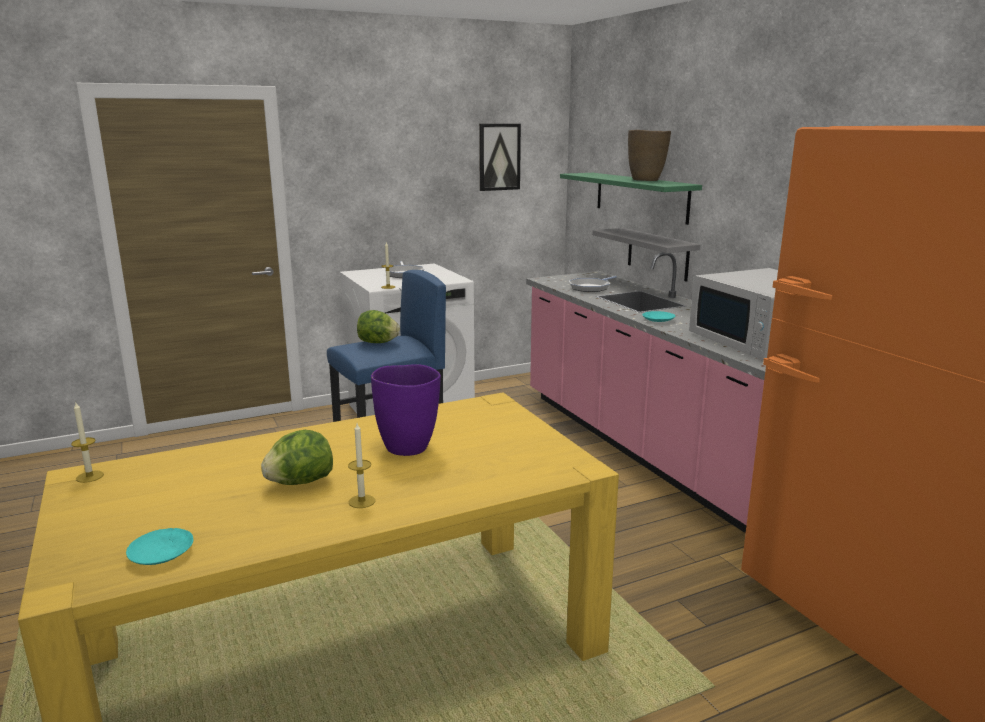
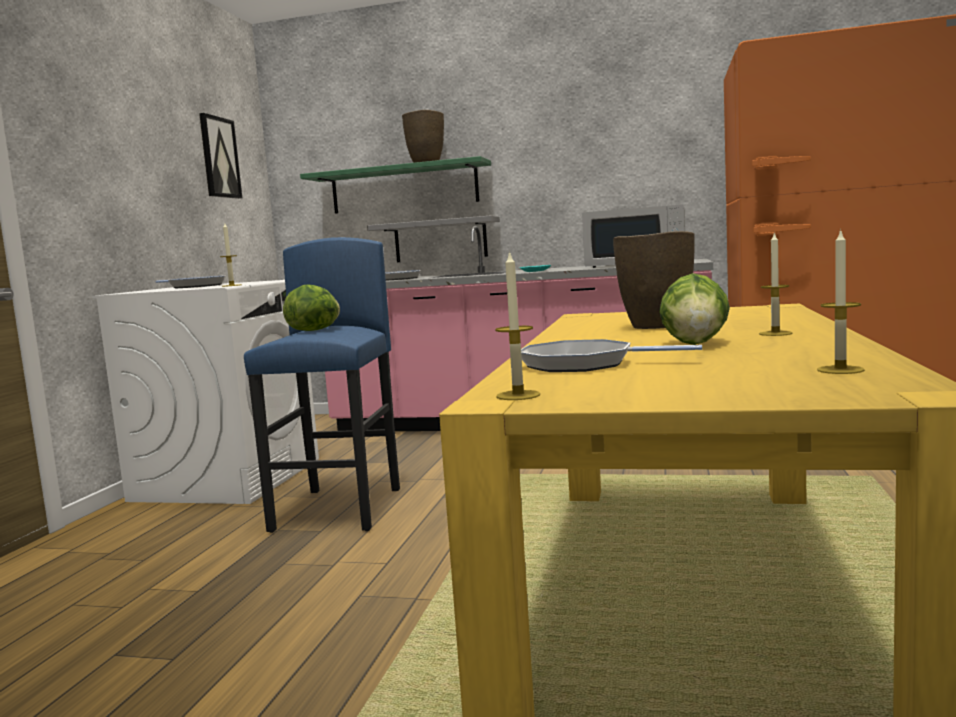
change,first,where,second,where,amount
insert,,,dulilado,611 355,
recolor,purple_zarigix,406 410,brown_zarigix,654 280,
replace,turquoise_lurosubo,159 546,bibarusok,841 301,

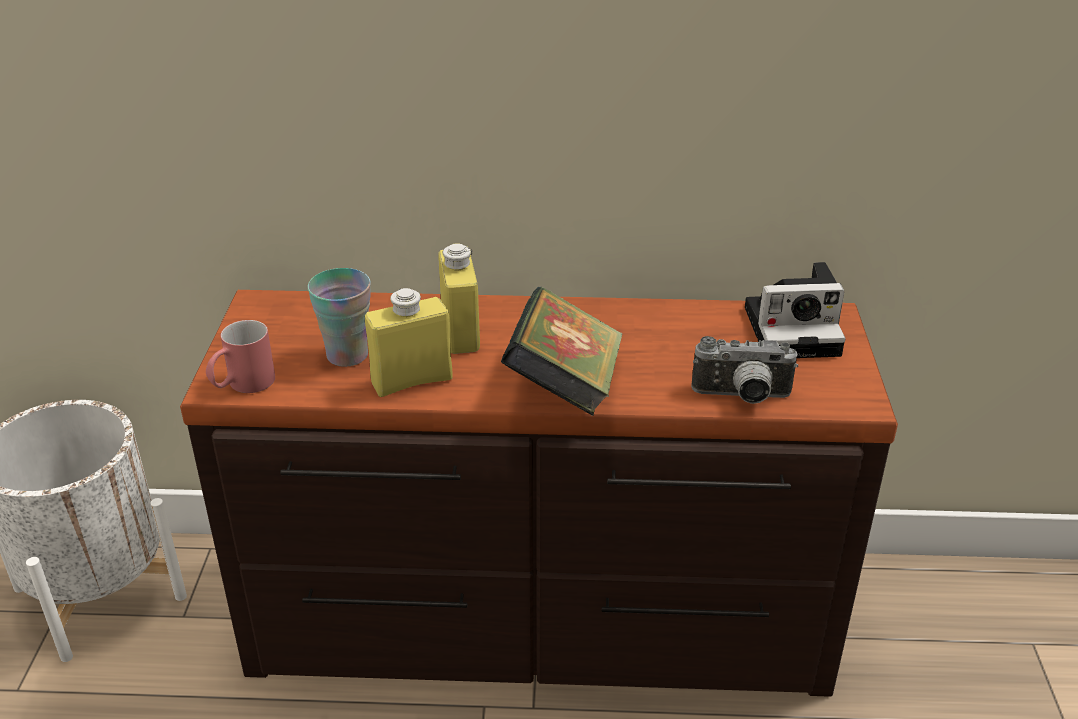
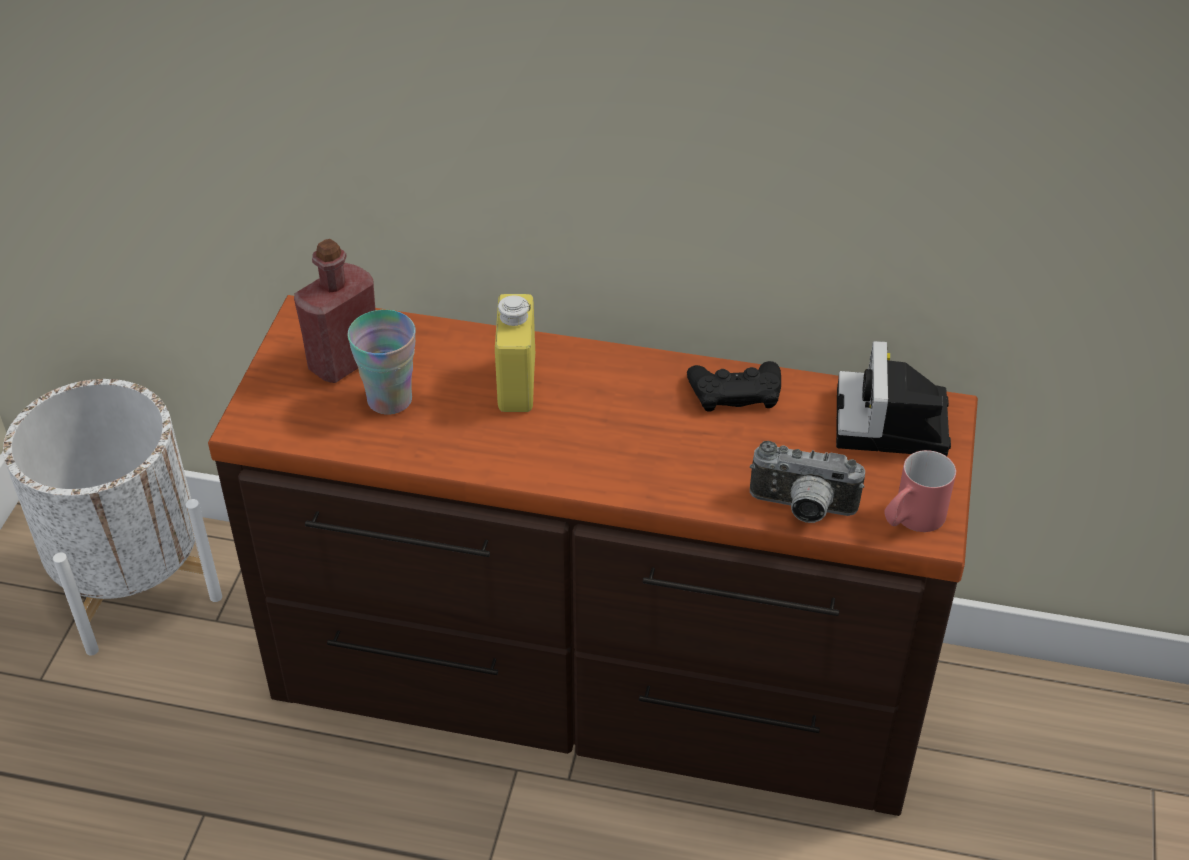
change,first,where,second,where,amount
insert,,,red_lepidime,334 311,
insert,,,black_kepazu,734 386,
rotate,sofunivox,795 310,,893 398,90 degrees clockwise
move,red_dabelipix,240 356,,920 491,
delete,yellow_lepidime,409 342,,,
delete,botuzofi,561 351,,,

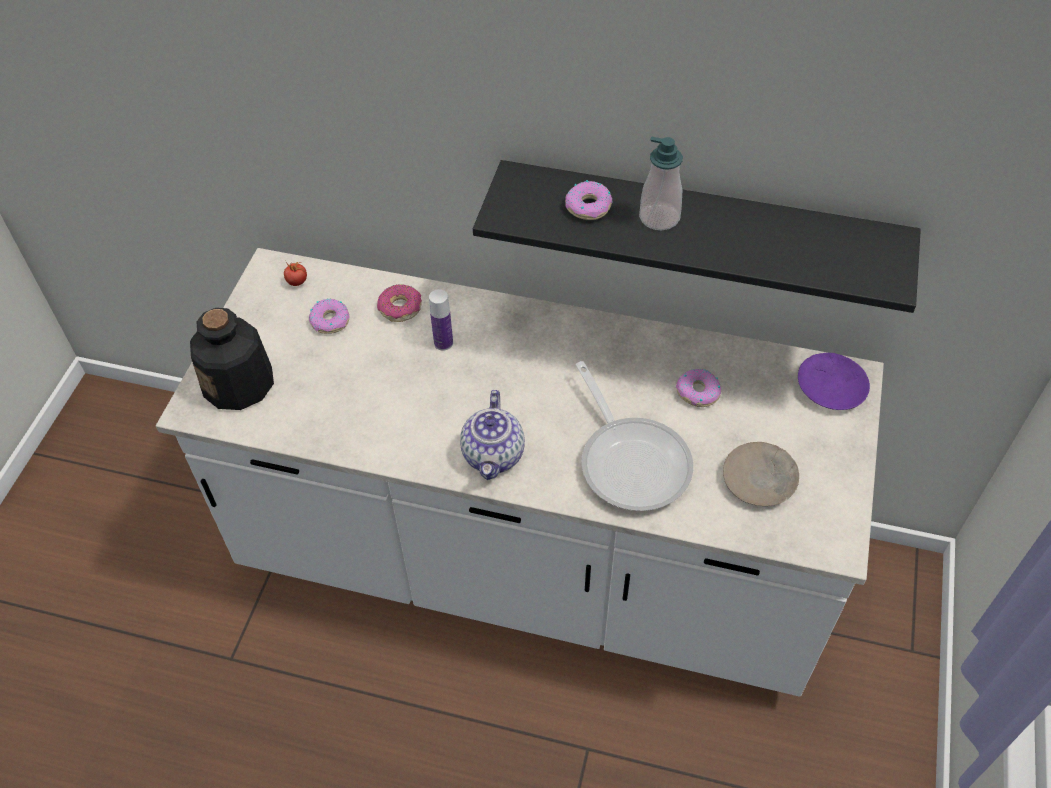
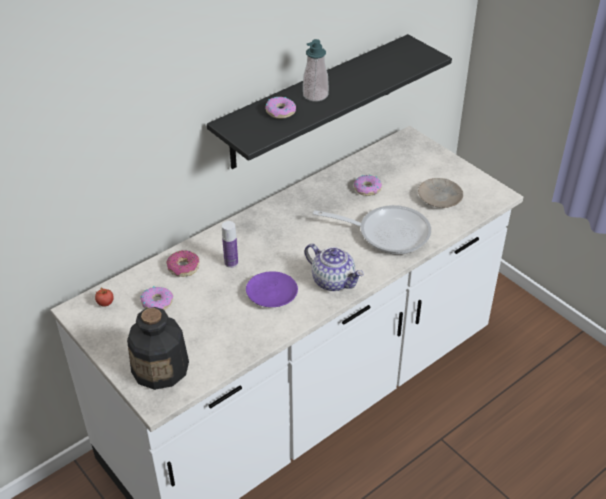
change,first,where,second,where,amount
move,purple_lurosubo,834 381,,272 289,

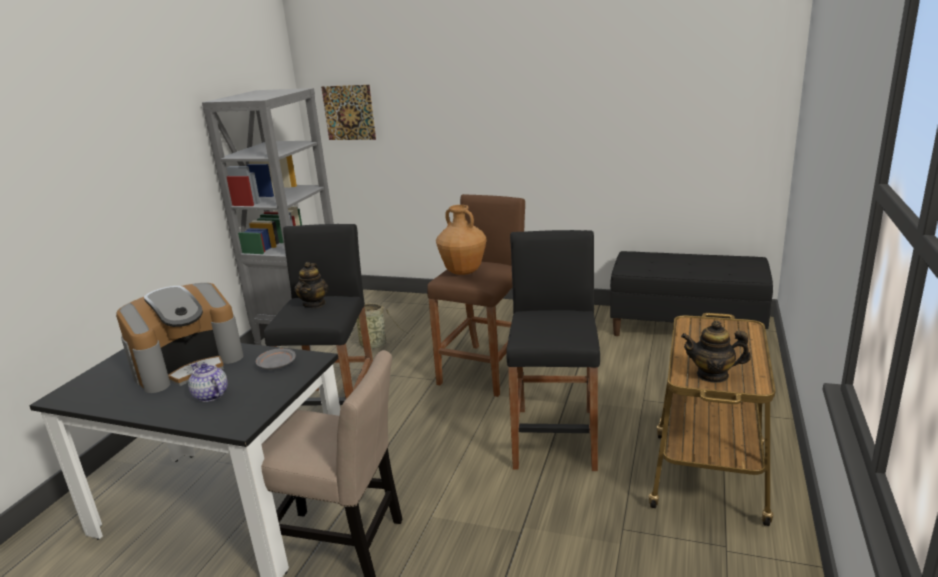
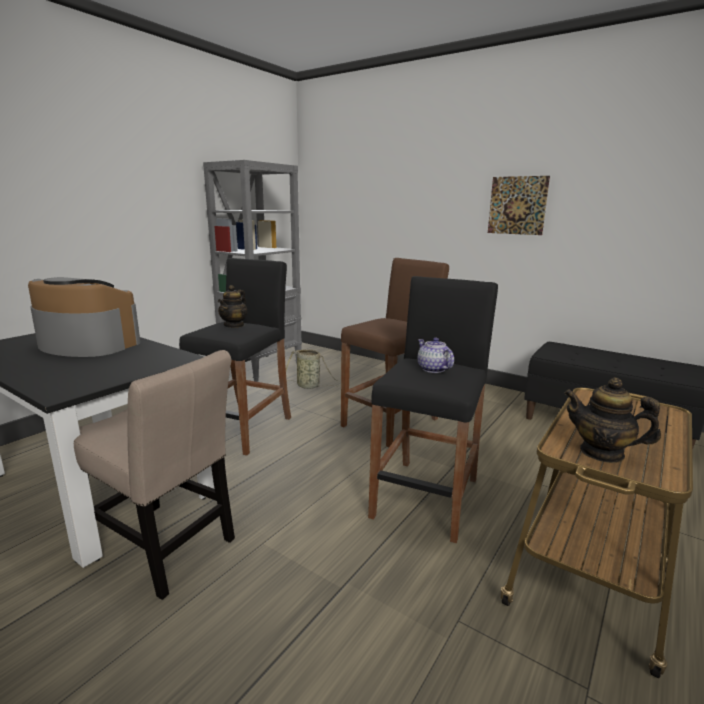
change,first,where,second,where,amount
rotate,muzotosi,180 338,,84 317,135 degrees counterclockwise
move,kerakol,208 382,,436 355,
move,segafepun,348 112,,519 205,
delete,grey_lurosubo,276 359,,,
delete,brown_zarigix,461 240,,,

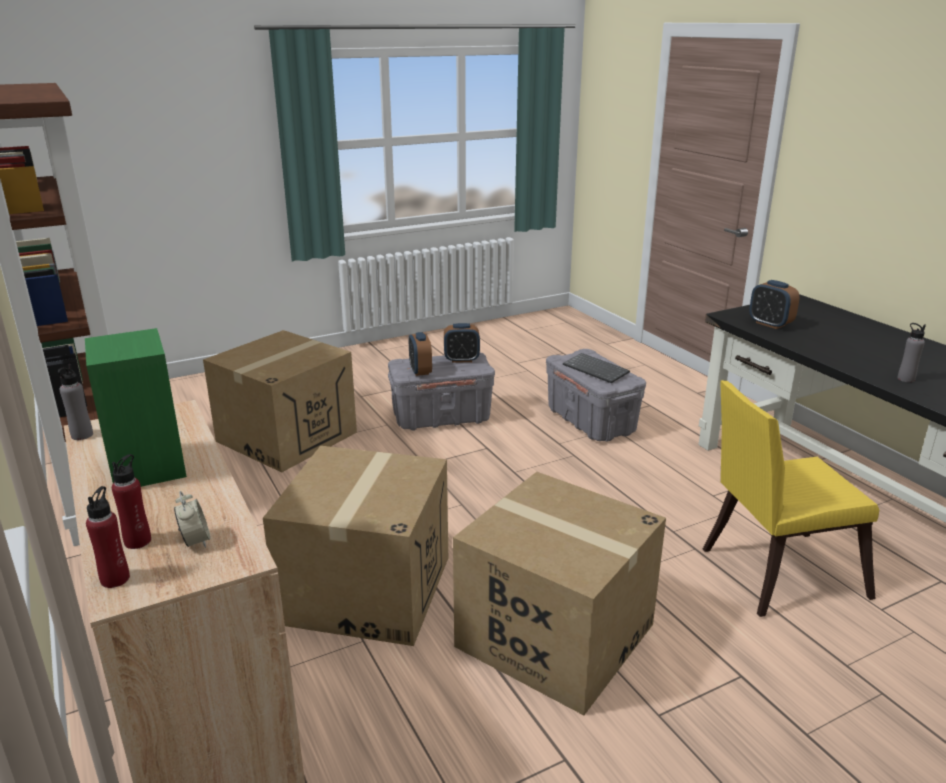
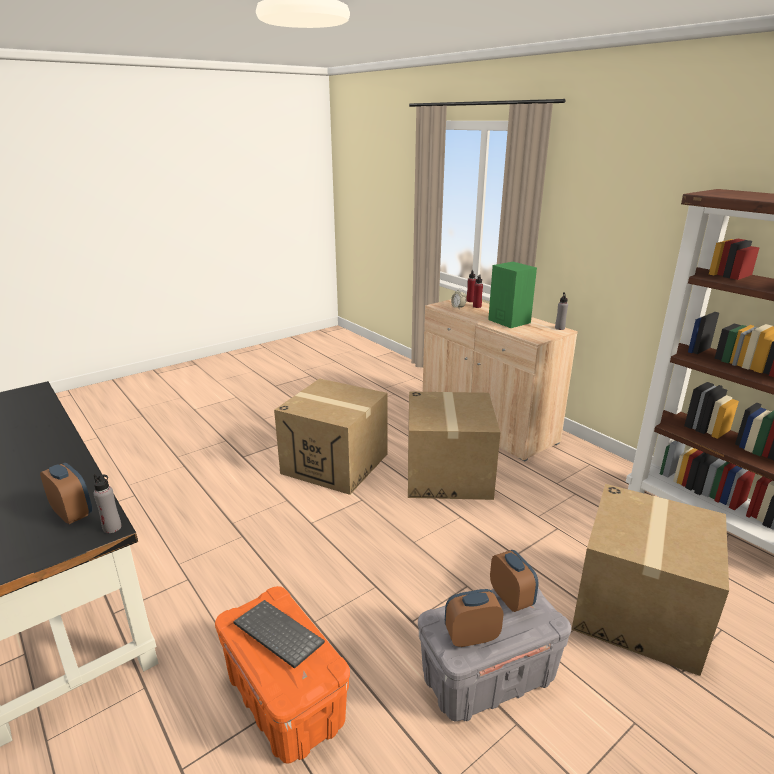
change,first,where,second,where,amount
move,grey_lepidime,912 352,,107 503,
recolor,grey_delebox,596 395,orange_delebox,282 674,
delete,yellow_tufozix,791 498,,,

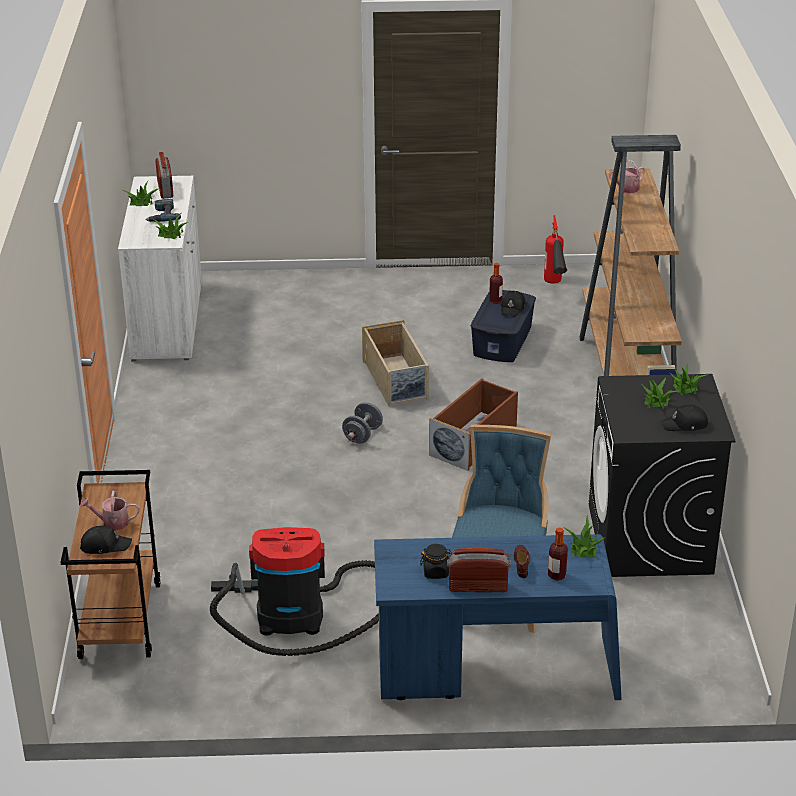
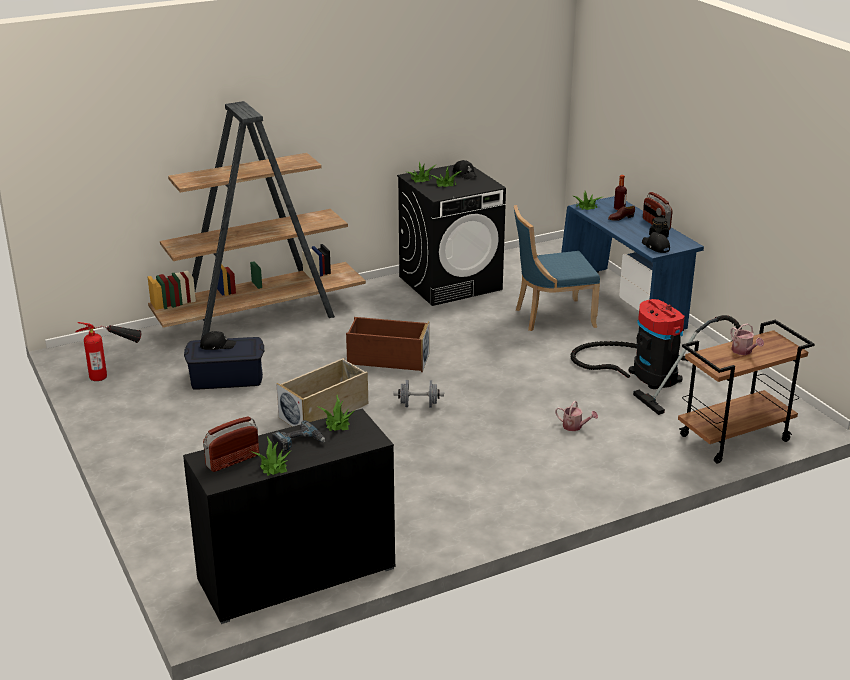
change,first,where,second,where,amount
recolor,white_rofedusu,160 268,black_rofedusu,289 516,
move,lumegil,626 176,,576 416,
move,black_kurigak,106 540,,656 242,
delete,lepidime,496 283,,,

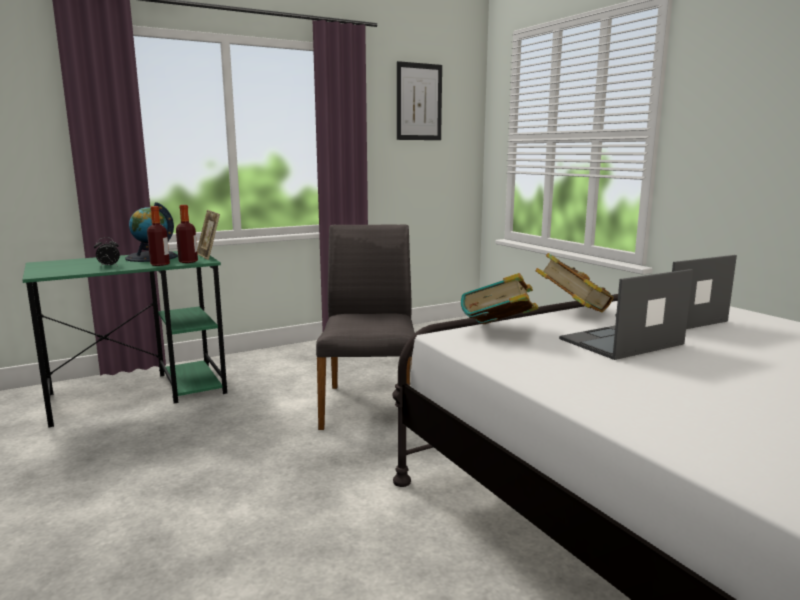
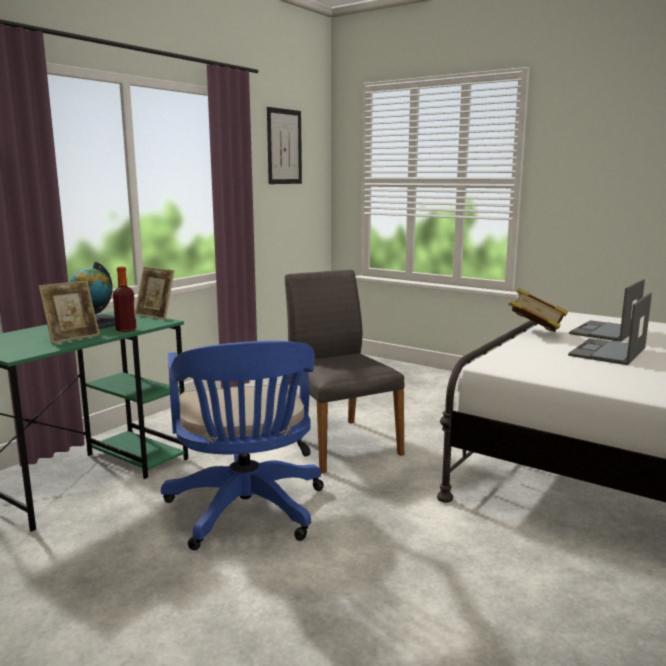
change,first,where,second,where,amount
replace,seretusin,107 252,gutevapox,69 312,
insert,,,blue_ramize,242 445,
delete,lepidime,187 234,,,
delete,botuzofi,500 298,,,

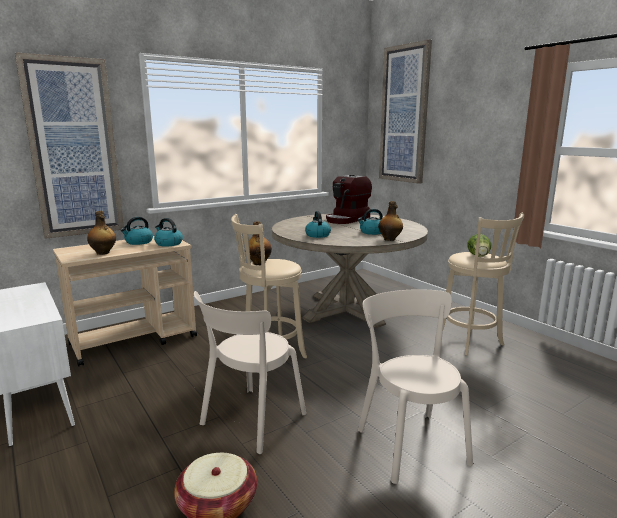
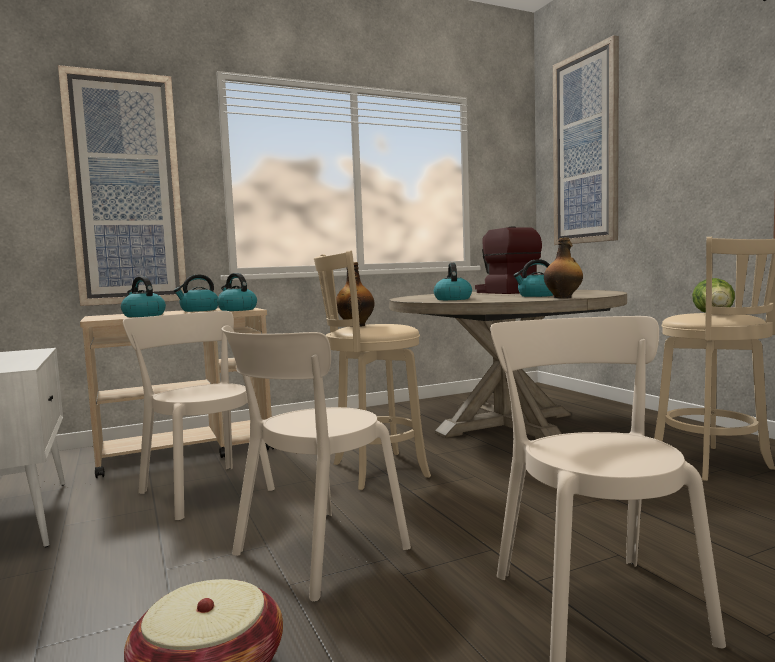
change,first,where,second,where,amount
replace,lepidime,101 233,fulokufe,143 296,
insert,,,beige_tufozix,199 416,
rotate,muzotosi,349 199,,508 260,105 degrees clockwise

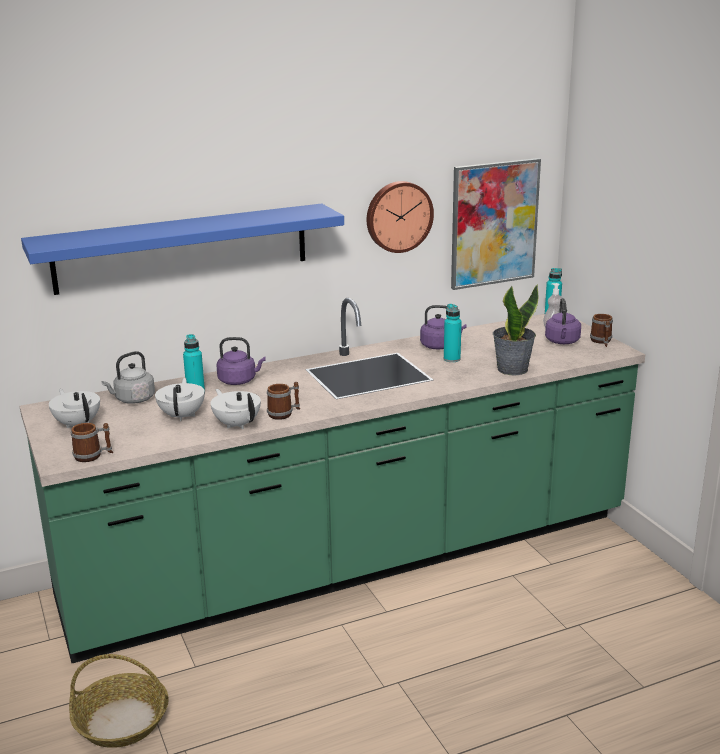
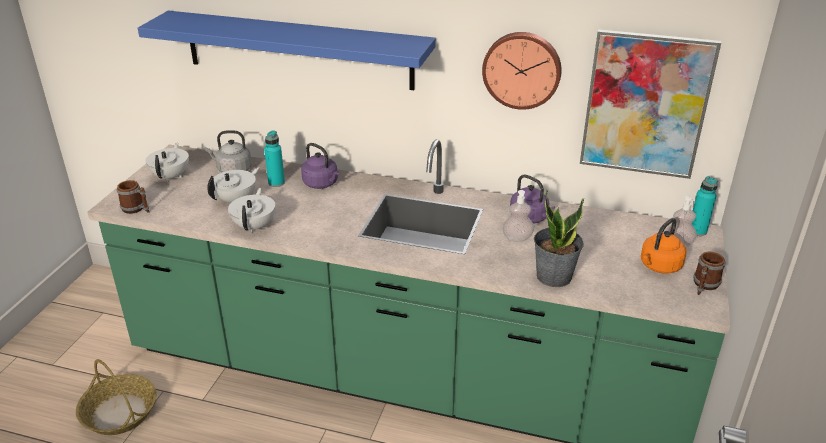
change,first,where,second,where,amount
replace,turquoise_lepidime,453 333,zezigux,518 216,
recolor,purple_fulokufe,563 321,orange_fulokufe,663 246,
delete,dabelipix,283 401,,,

